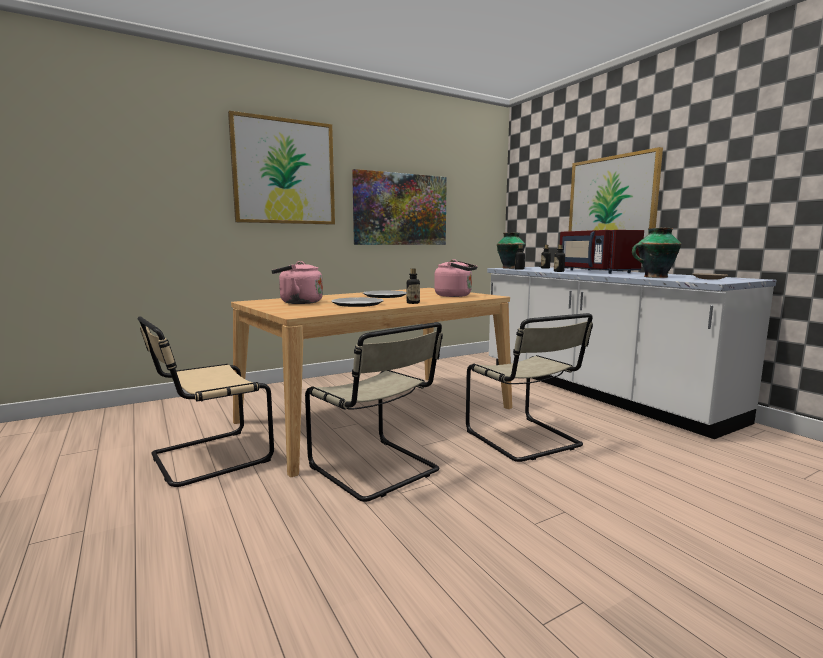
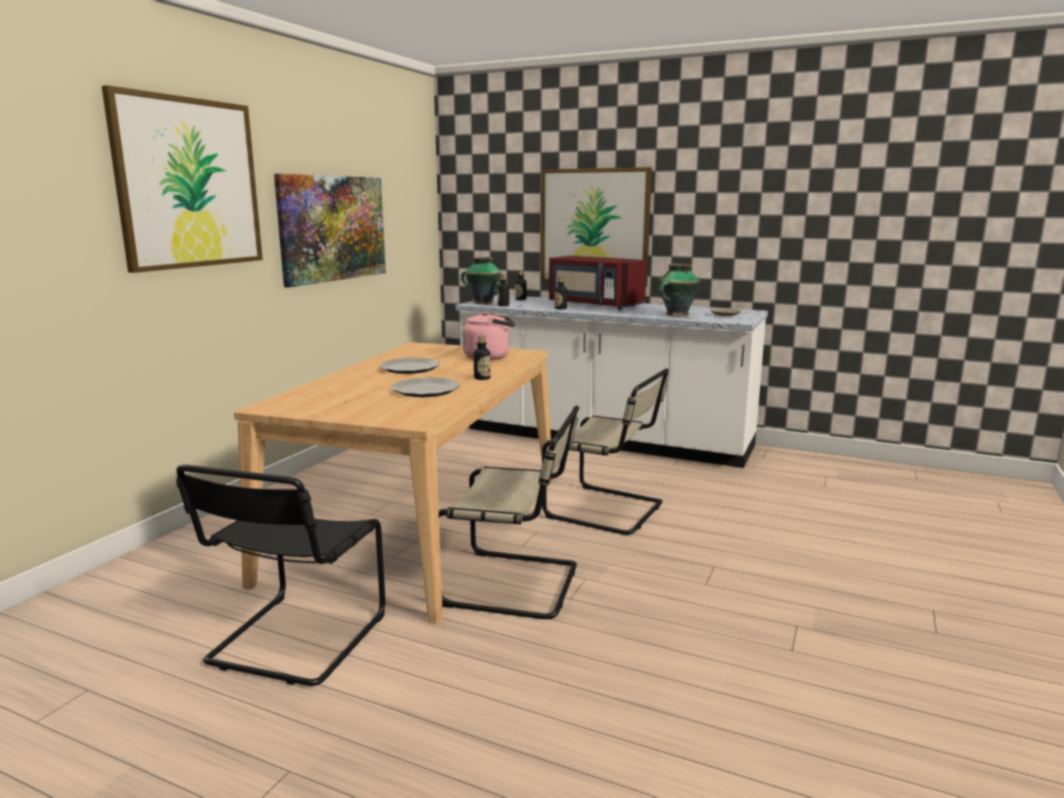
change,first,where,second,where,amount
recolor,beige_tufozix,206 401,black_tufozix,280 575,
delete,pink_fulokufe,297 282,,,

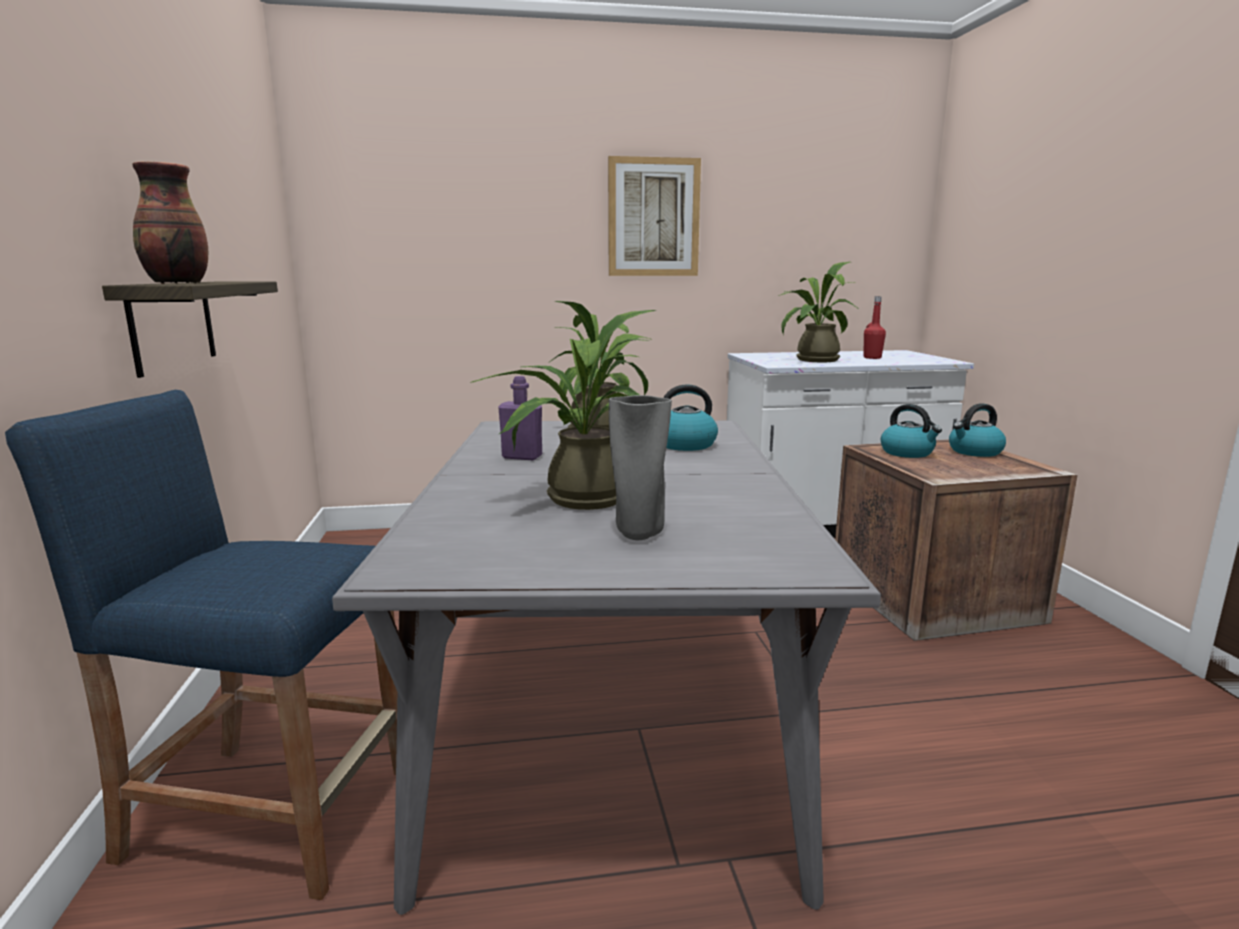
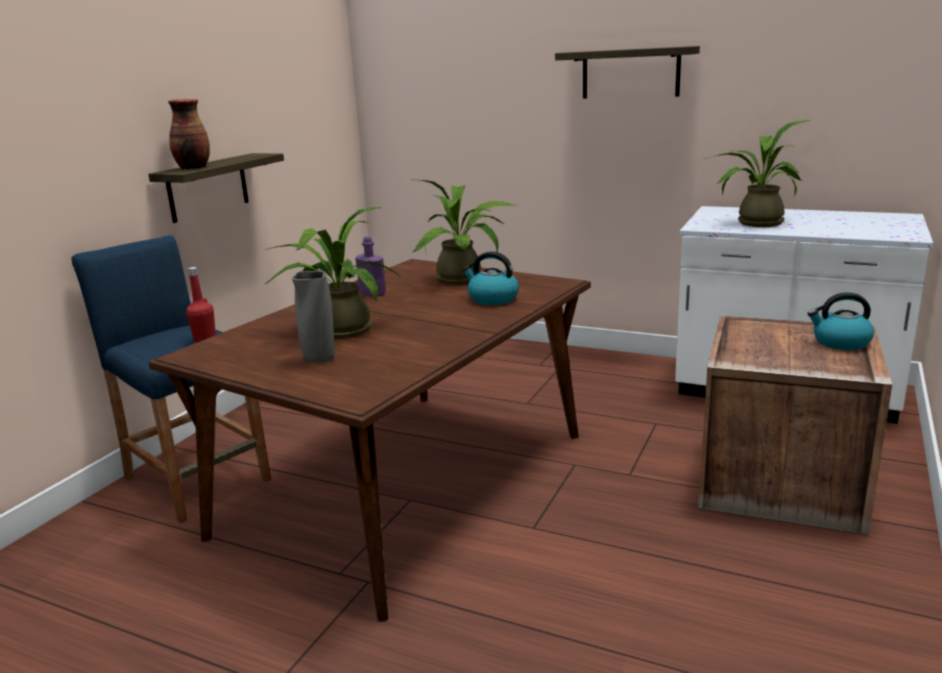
change,first,where,second,where,amount
recolor,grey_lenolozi,606 667,brown_lenolozi,369 440,
move,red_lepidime,875 327,,201 305,
replace,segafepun,654 216,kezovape,627 72,
delete,fulokufe,911 431,,,

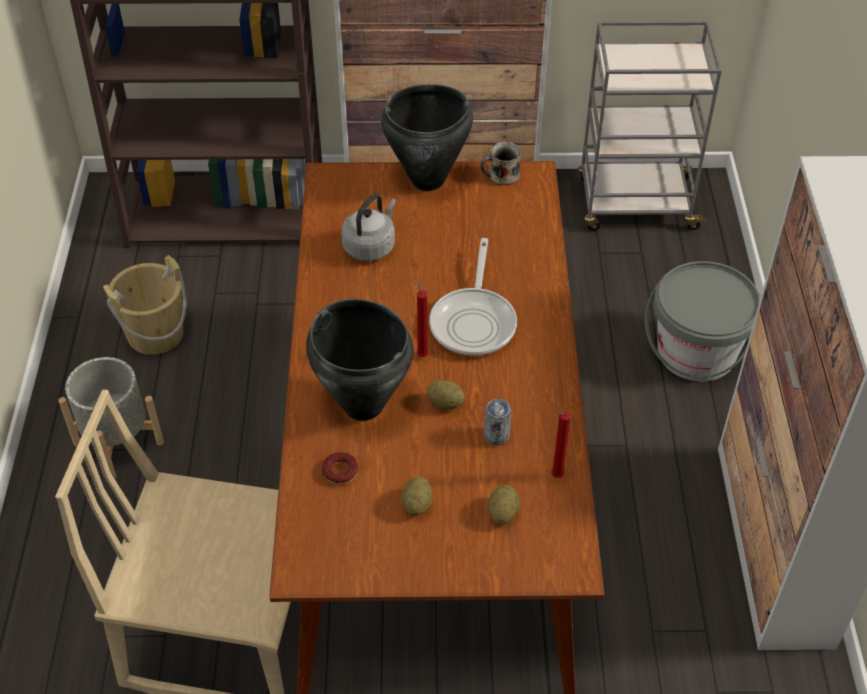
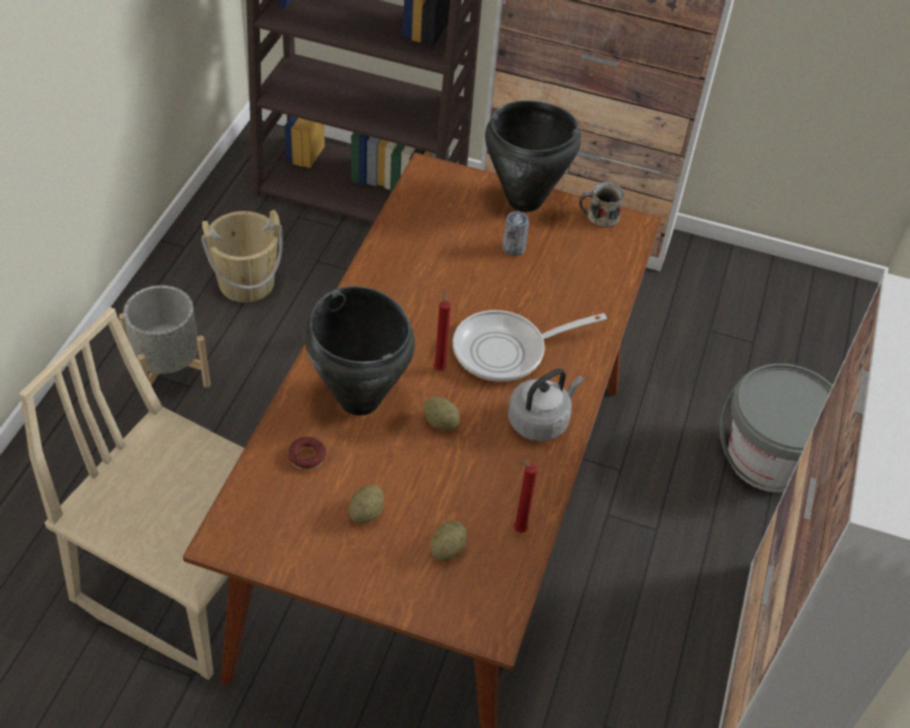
change,first,where,second,where,amount
rotate,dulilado,473 297,,530 346,45 degrees clockwise
move,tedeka,497 422,,515 234,
move,grey_fulokufe,368 227,,545 404,
delete,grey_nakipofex,650 126,,,

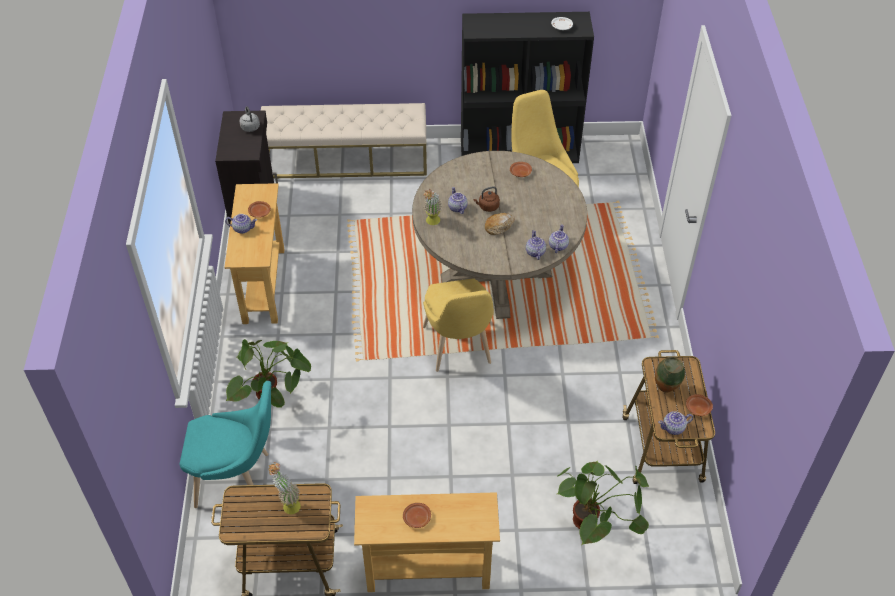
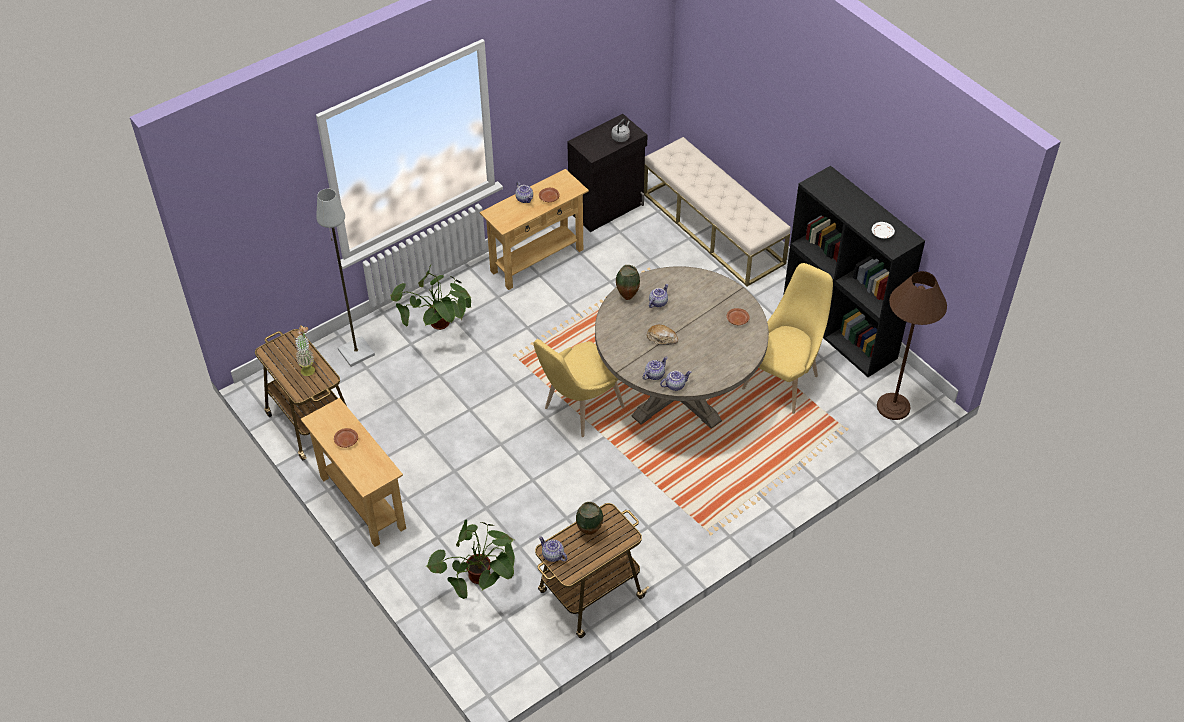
change,first,where,second,where,amount
replace,turquoise_tufozix,225 444,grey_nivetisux,345 278,
replace,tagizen,433 207,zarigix,628 282,
insert,,,brown_nivetisux,912 345,
delete,brown_fulokufe,486 199,,,
delete,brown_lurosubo,699 405,,,

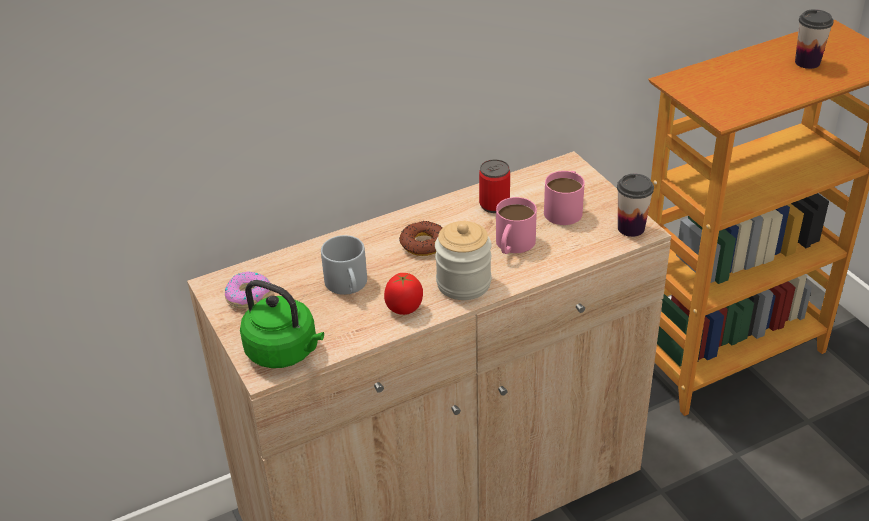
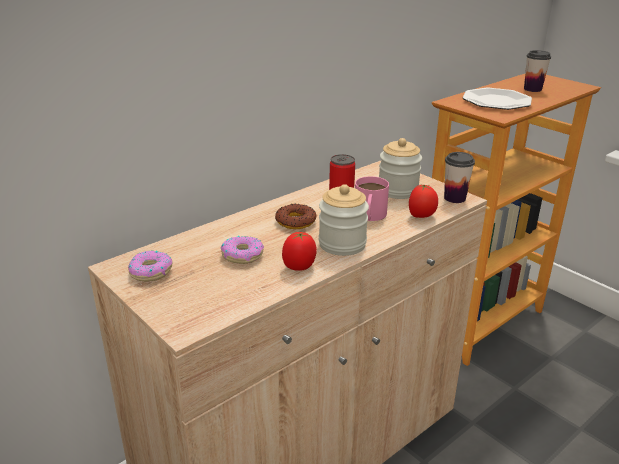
change,first,where,second,where,amount
replace,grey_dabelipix,344 265,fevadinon,242 250,
replace,pink_dabelipix,564 198,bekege,400 168,
insert,,,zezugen,423 201,
insert,,,lurosubo,497 99,
delete,green_fulokufe,282 324,,,

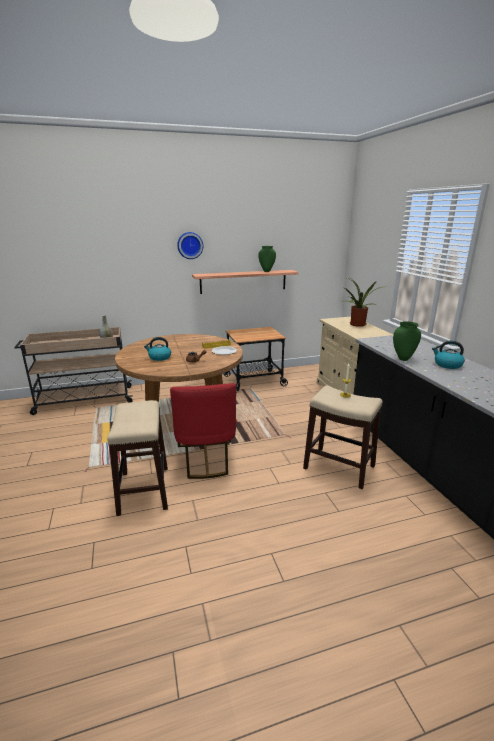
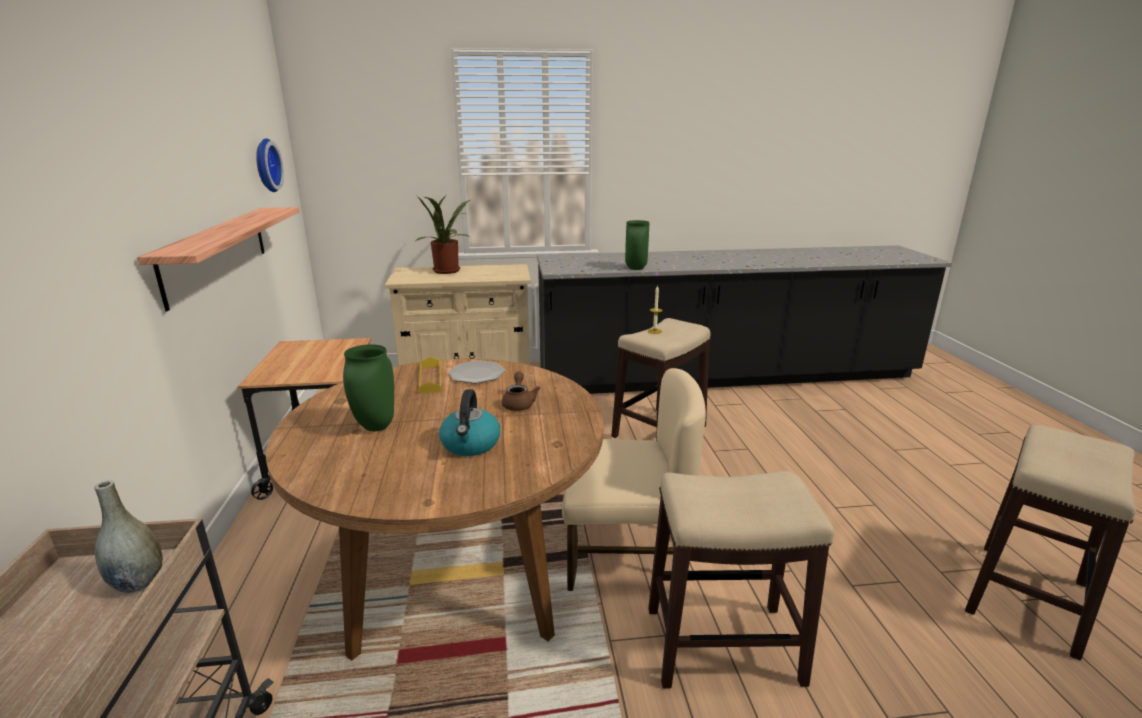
change,first,where,second,where,amount
move,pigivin,190 245,,270 165,
move,green_zarigix,267 259,,368 387,
recolor,red_tufozix,203 431,beige_tufozix,634 479,
insert,,,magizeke,1050 542,
delete,fulokufe,448 355,,,

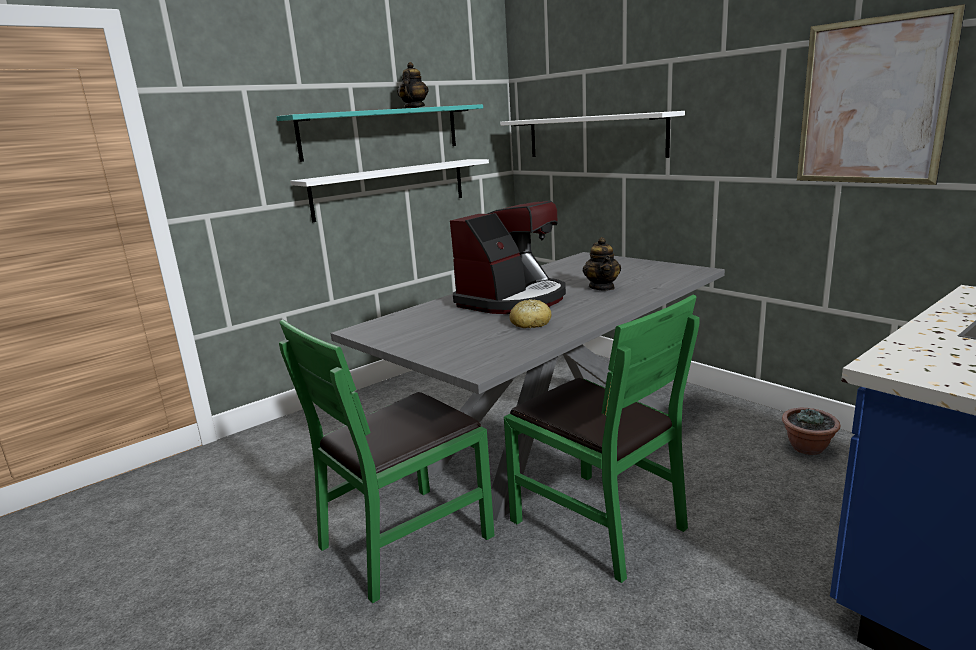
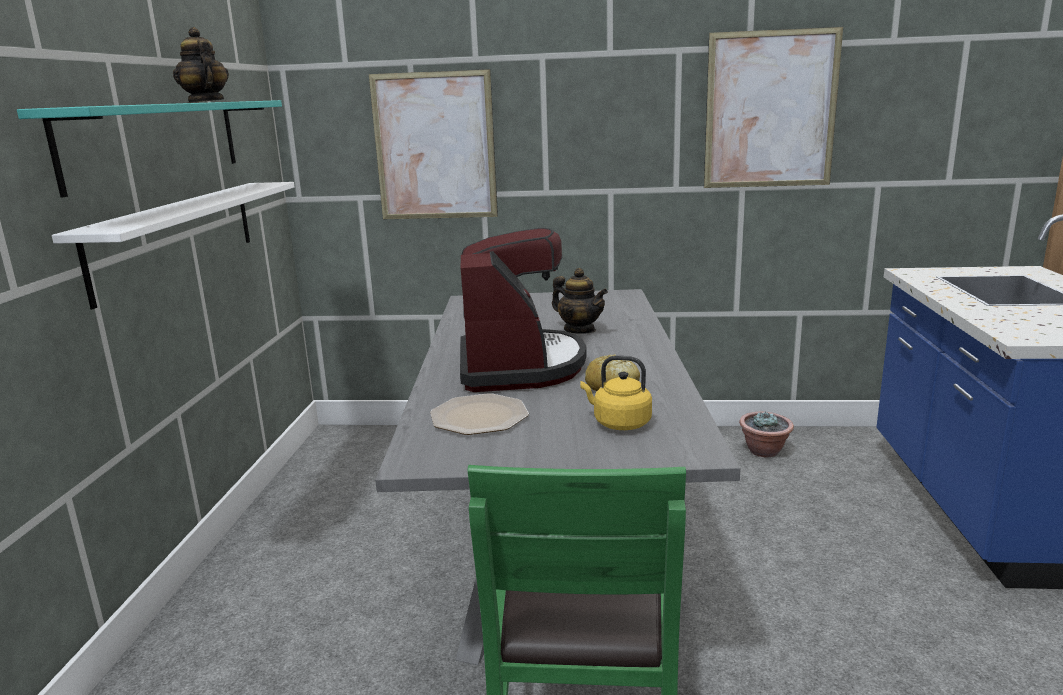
change,first,where,second,where,amount
replace,white_kezovape,592 134,segafepun,433 144,
insert,,,lurosubo,479 414,
insert,,,yellow_fulokufe,616 393,
delete,green_tufozix,602 439,,,

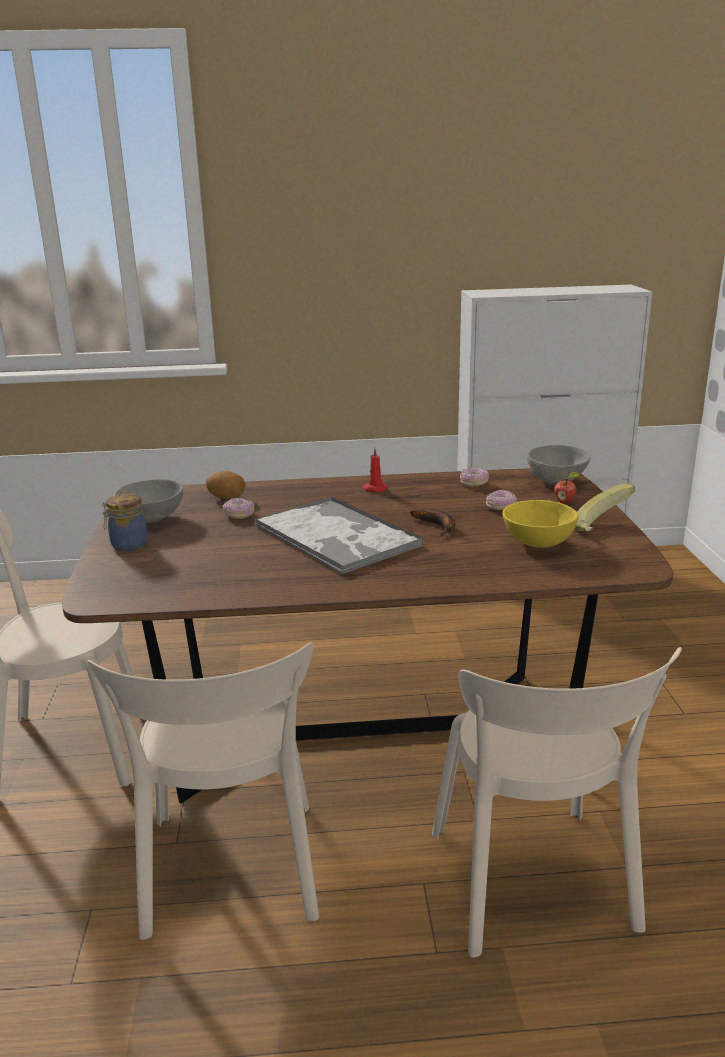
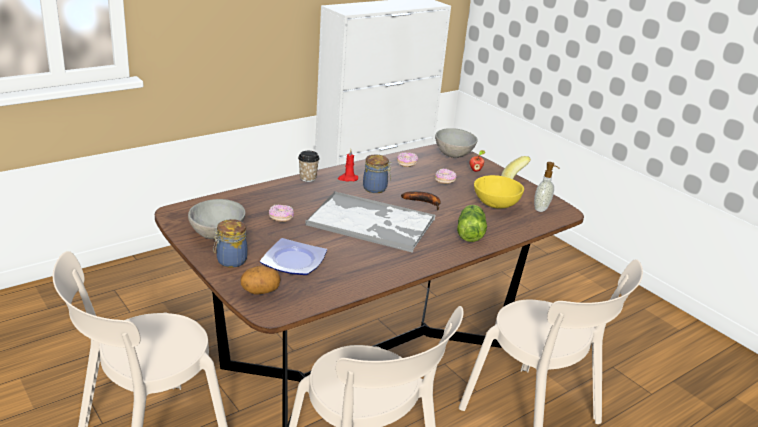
change,first,where,second,where,amount
move,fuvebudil,226 485,,260 280,
insert,,,lurosubo,293 256,
insert,,,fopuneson,309 166,
insert,,,bekege,377 174,
insert,,,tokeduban,472 223,
insert,,,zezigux,547 187,

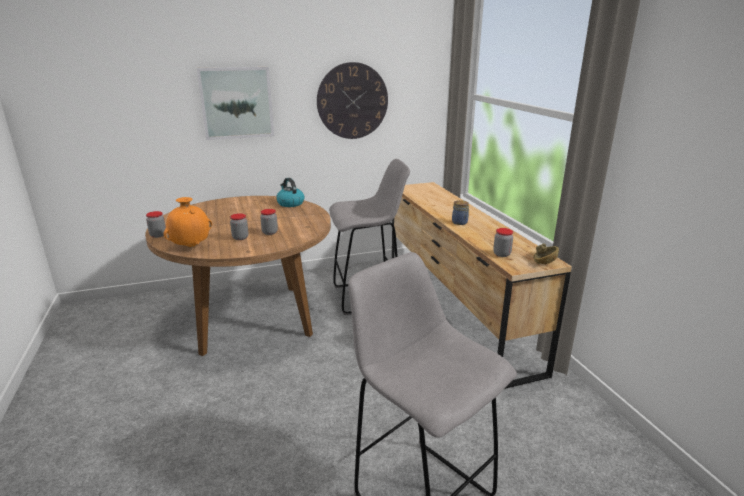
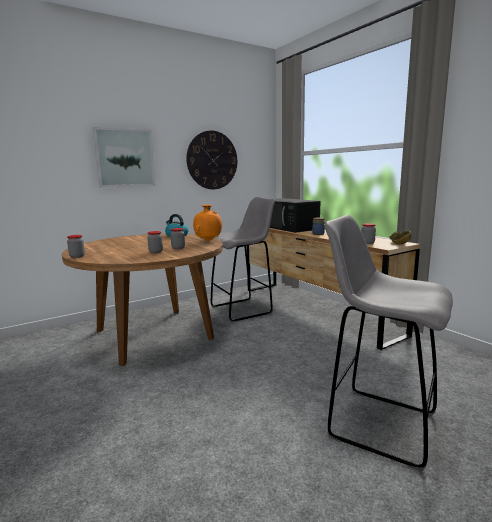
change,first,where,second,where,amount
move,orange_zarigix,187 222,,207 223,
insert,,,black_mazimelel,295 215,

